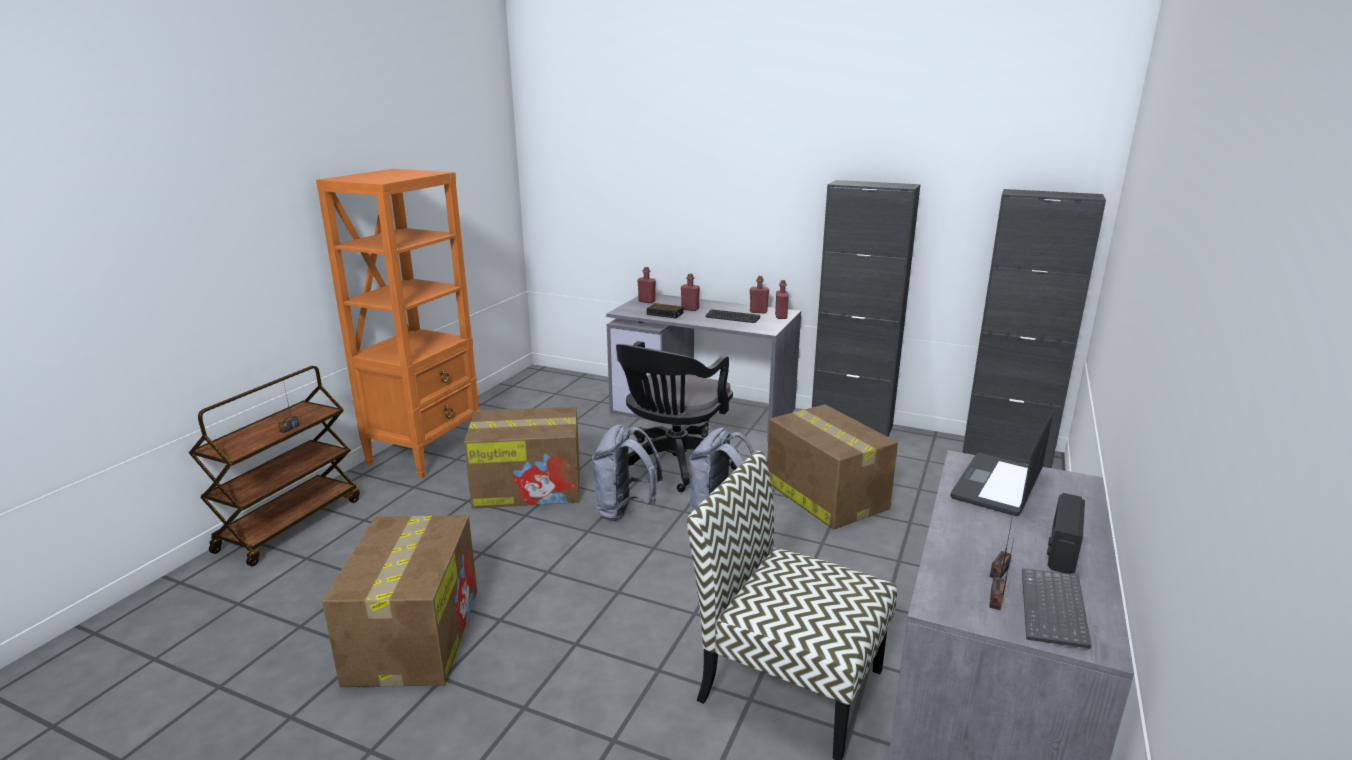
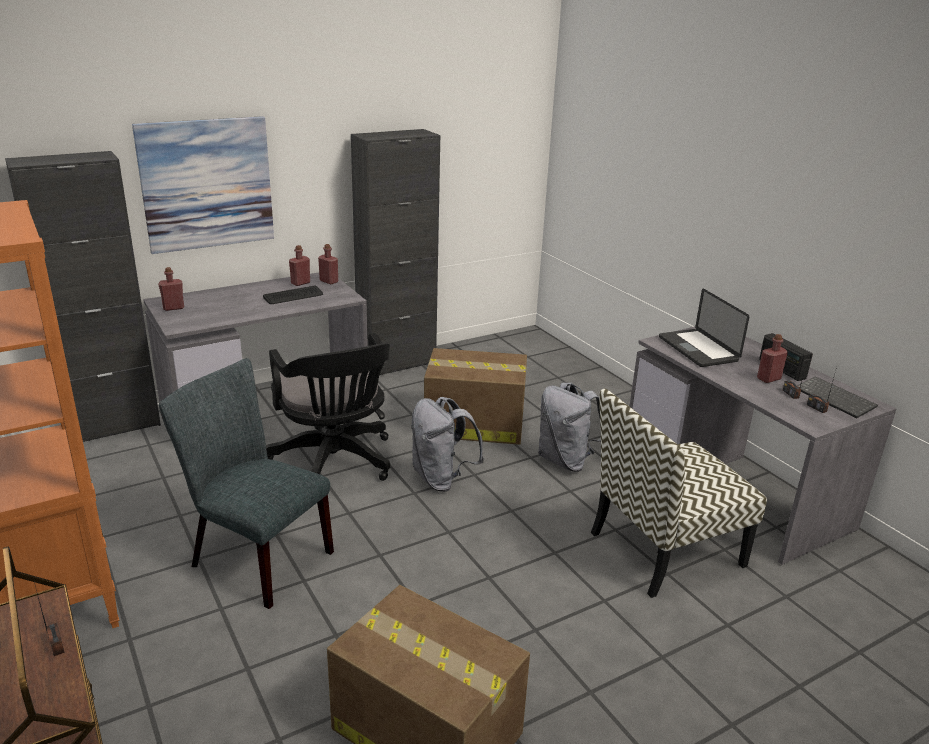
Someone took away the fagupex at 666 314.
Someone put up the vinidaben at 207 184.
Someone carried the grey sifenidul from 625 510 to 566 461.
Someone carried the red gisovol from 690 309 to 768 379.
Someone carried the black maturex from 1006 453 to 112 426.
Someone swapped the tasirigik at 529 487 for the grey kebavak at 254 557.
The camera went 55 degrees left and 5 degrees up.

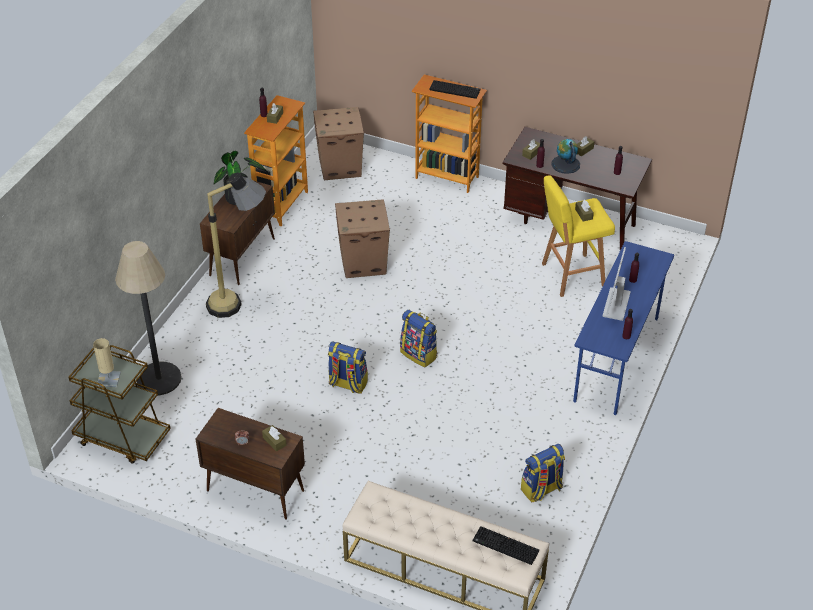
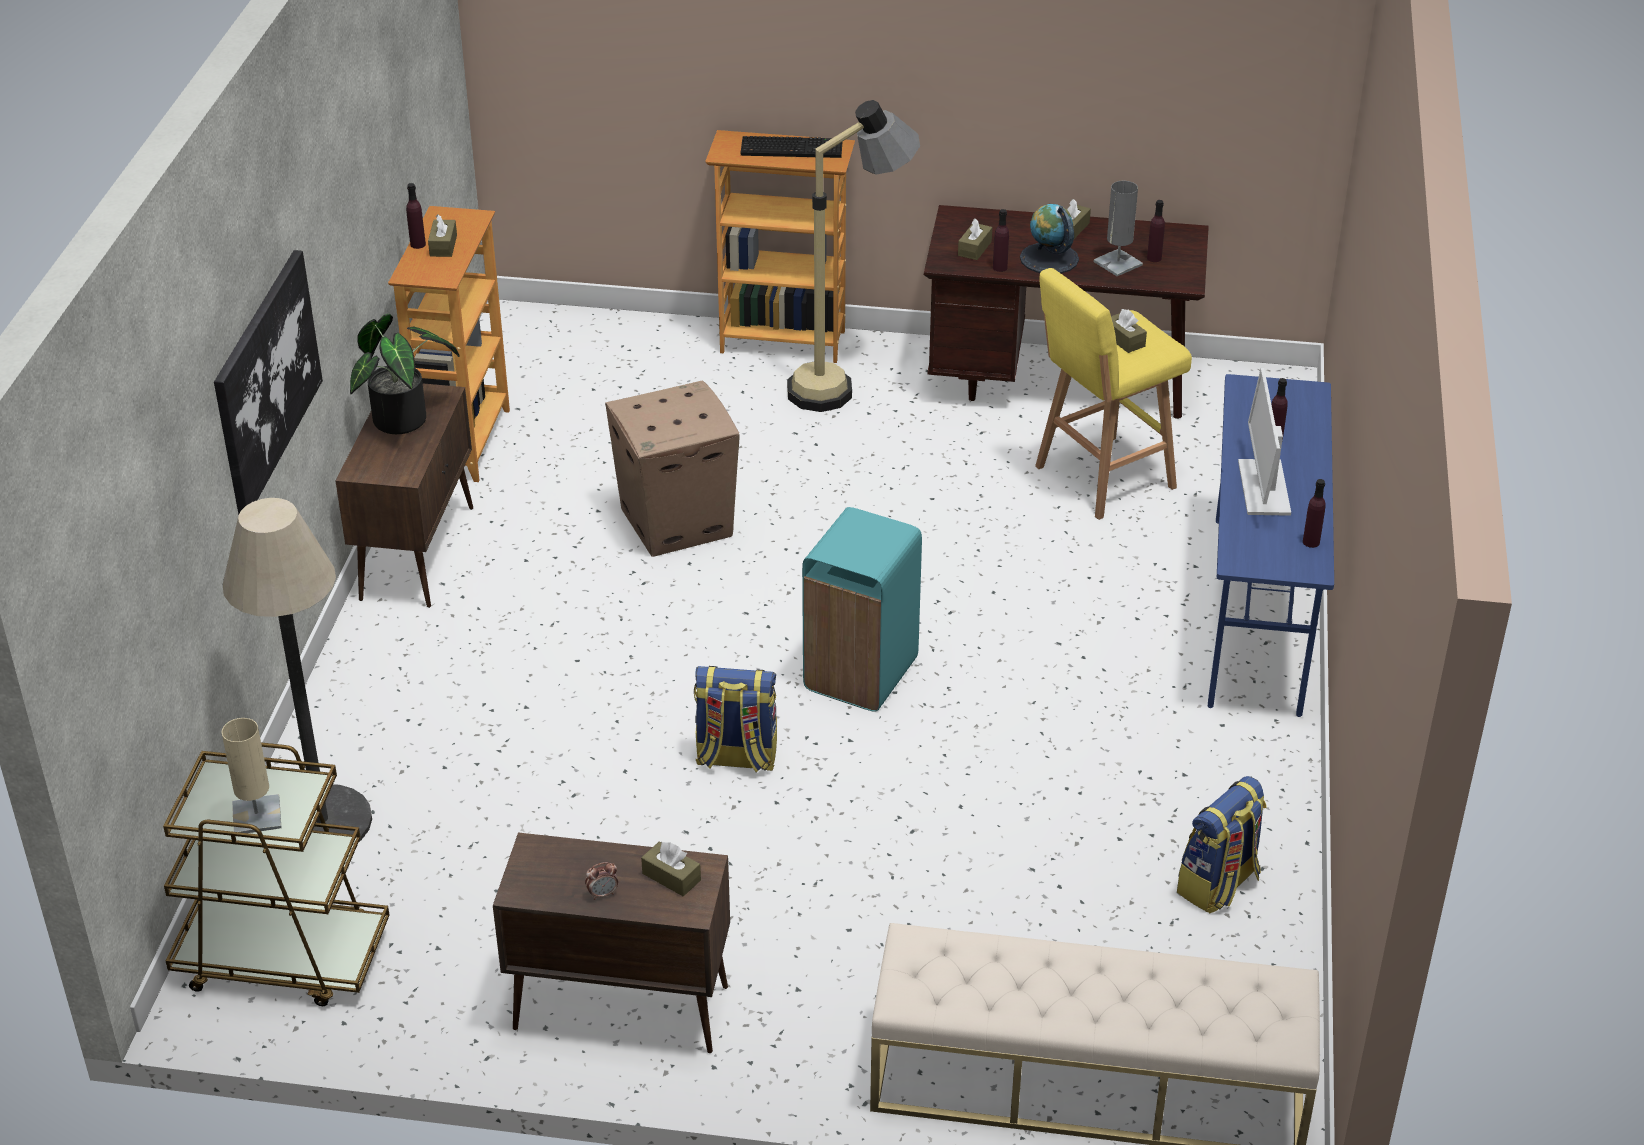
Someone took away the tasirigik at 340 167.
Someone took away the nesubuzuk at 504 546.
Someone put up the vinidaben at 266 380.
Someone put down the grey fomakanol at 1117 263.
Someone carried the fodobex from 240 304 to 849 386.
Someone swapped the sifenidul at 419 354 for the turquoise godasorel at 862 674.
The camera went 15 degrees left and 5 degrees down.

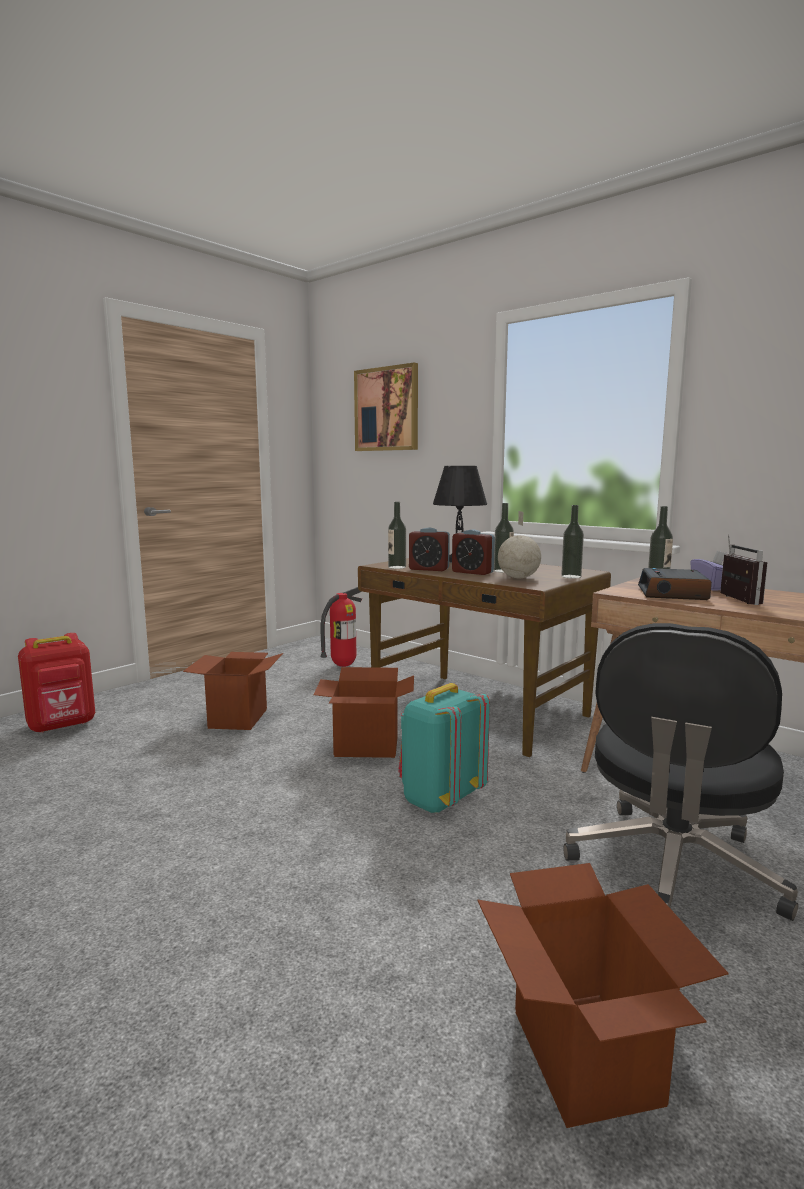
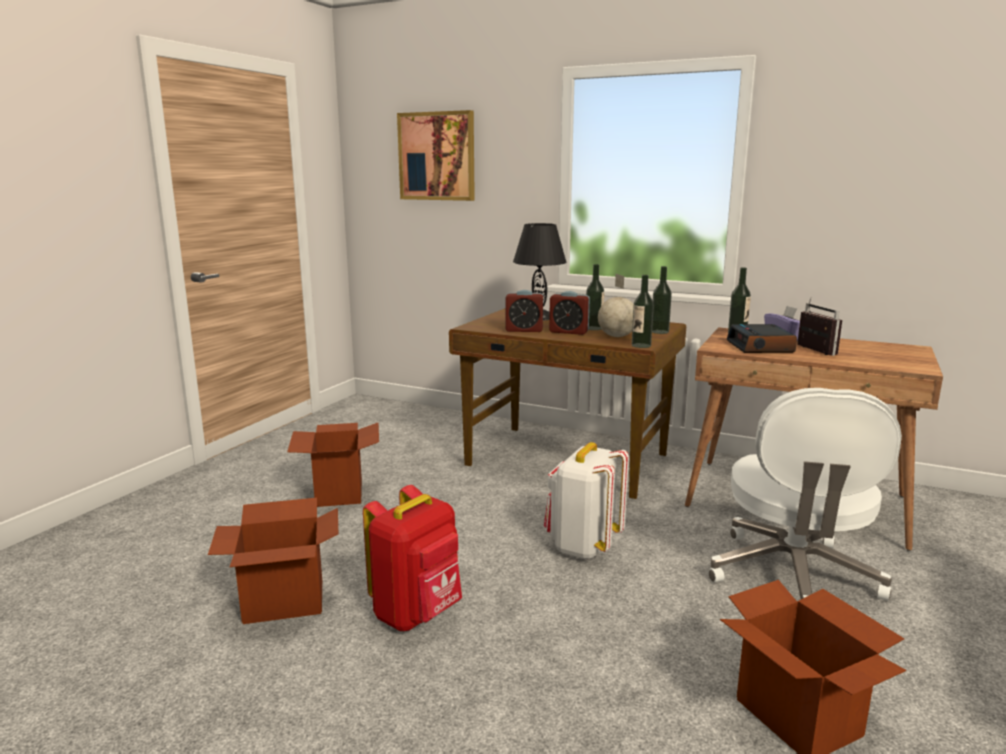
Someone took away the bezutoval at 343 665.
Someone carried the red sifenidul from 62 726 to 418 614.
Someone carried the tasirigik from 366 746 to 283 602.
Someone carried the gisovol from 397 567 to 641 345.
Someone repainted the turquoise sifenidul at 440 799, which became the white sifenidul at 583 546.
Someone repainted the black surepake at 672 870, which became the white surepake at 793 577.
The camera went 15 degrees left and 5 degrees up.

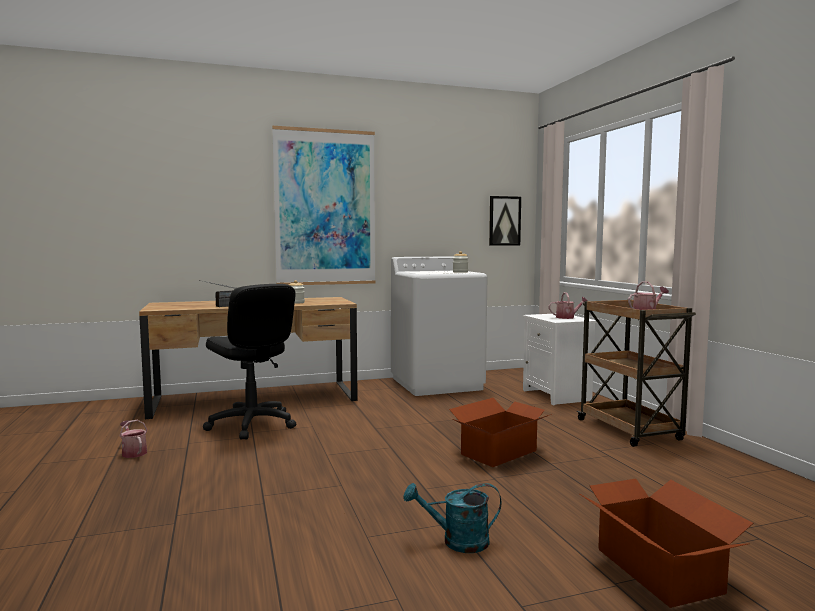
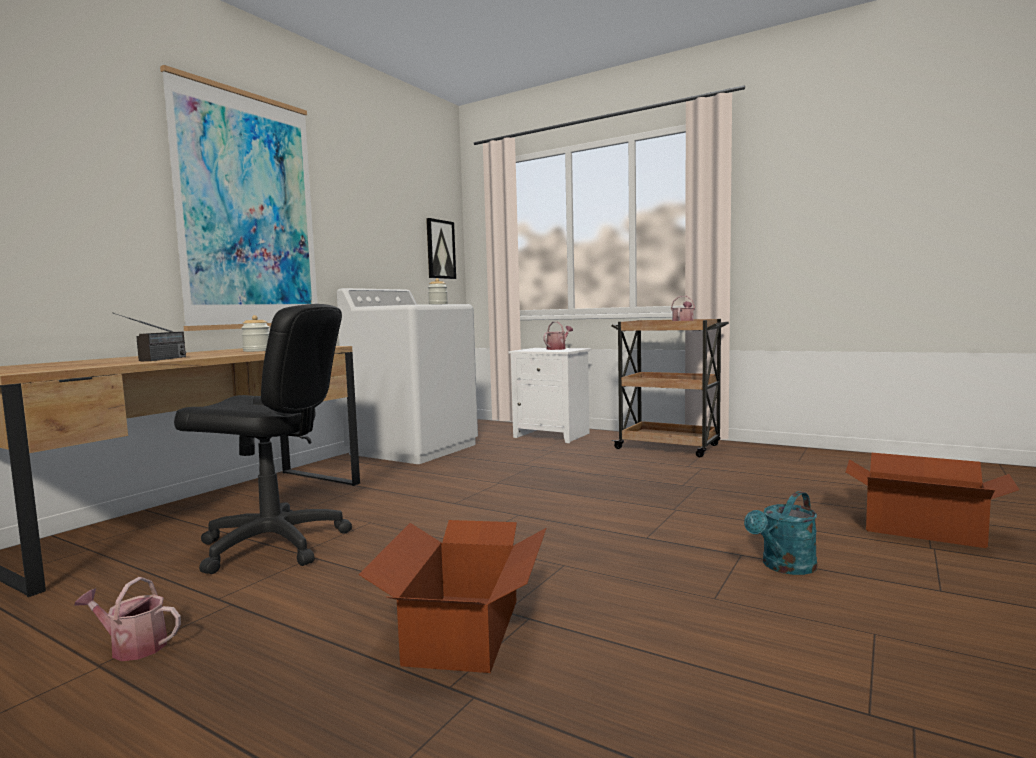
Someone carried the tasirigik from 500 452 to 465 630.
The camera went 40 degrees left and 0 degrees up.

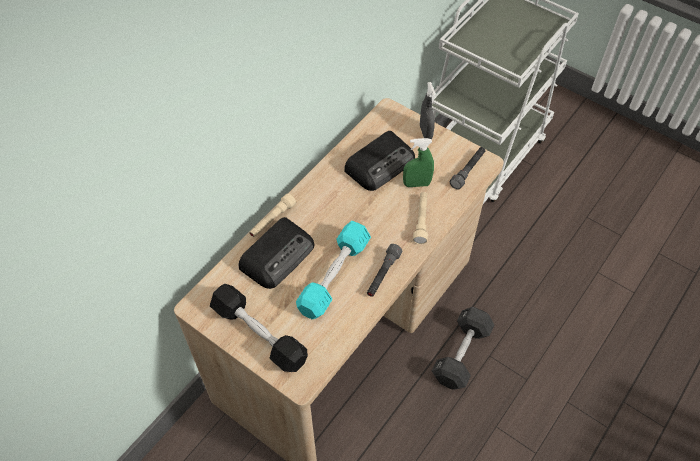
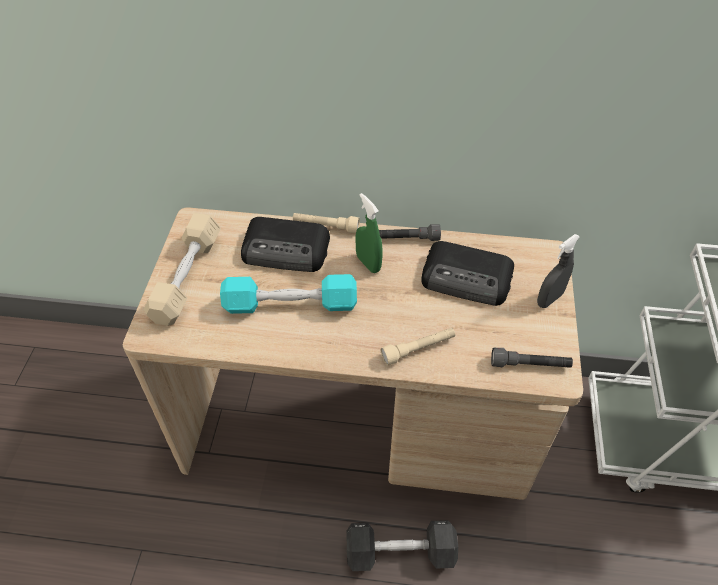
Someone carried the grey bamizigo from 383 274 to 405 239.
Someone carried the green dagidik from 416 184 to 368 263.
Someone repainted the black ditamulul at 259 334, which became the beige ditamulul at 187 278.
The camera went 60 degrees right and 5 degrees down.

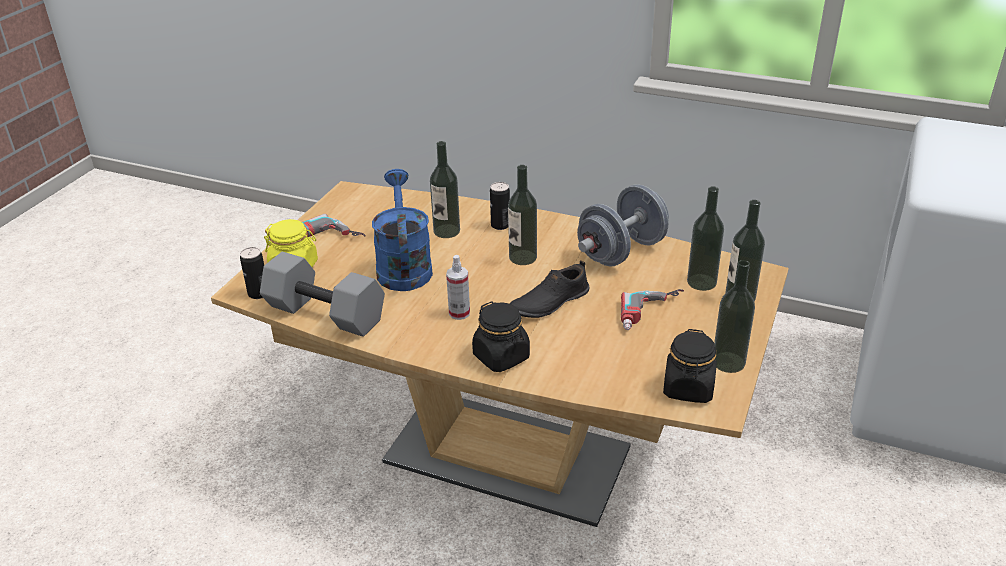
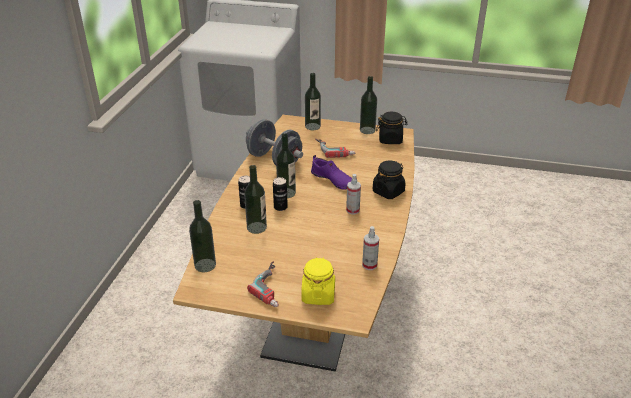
Someone took away the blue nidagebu at 403 266.
Someone carried the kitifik from 258 293 to 280 207.
Someone carried the gisovol from 701 282 to 205 265.
Someone swapped the grey ditamulul at 327 313 for the dagidik at 369 265.
Someone repainted the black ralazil at 548 302, which became the purple ralazil at 333 180.
The camera went 100 degrees left and 0 degrees up.

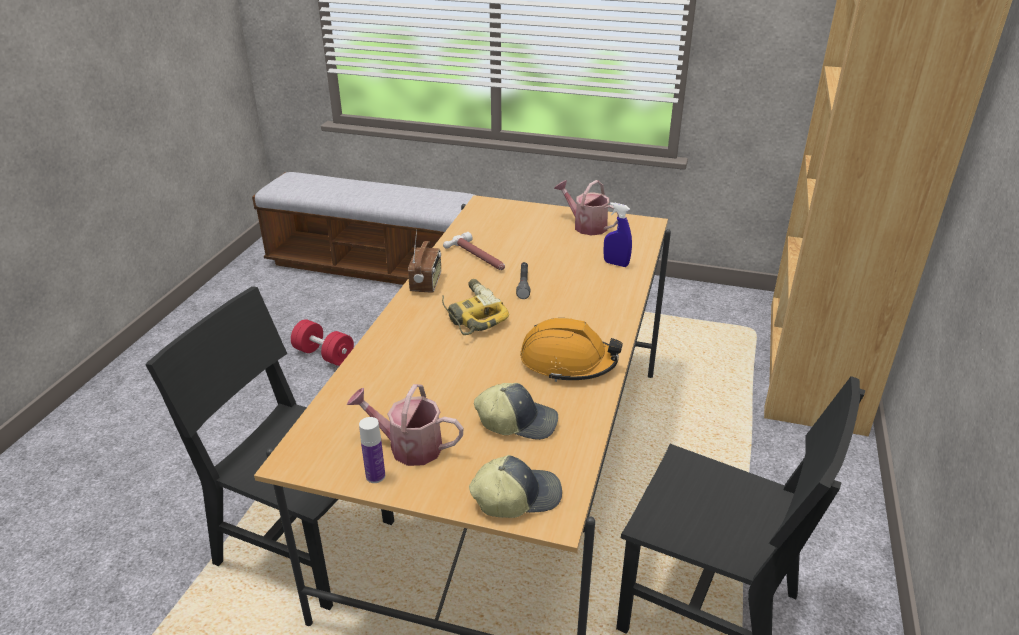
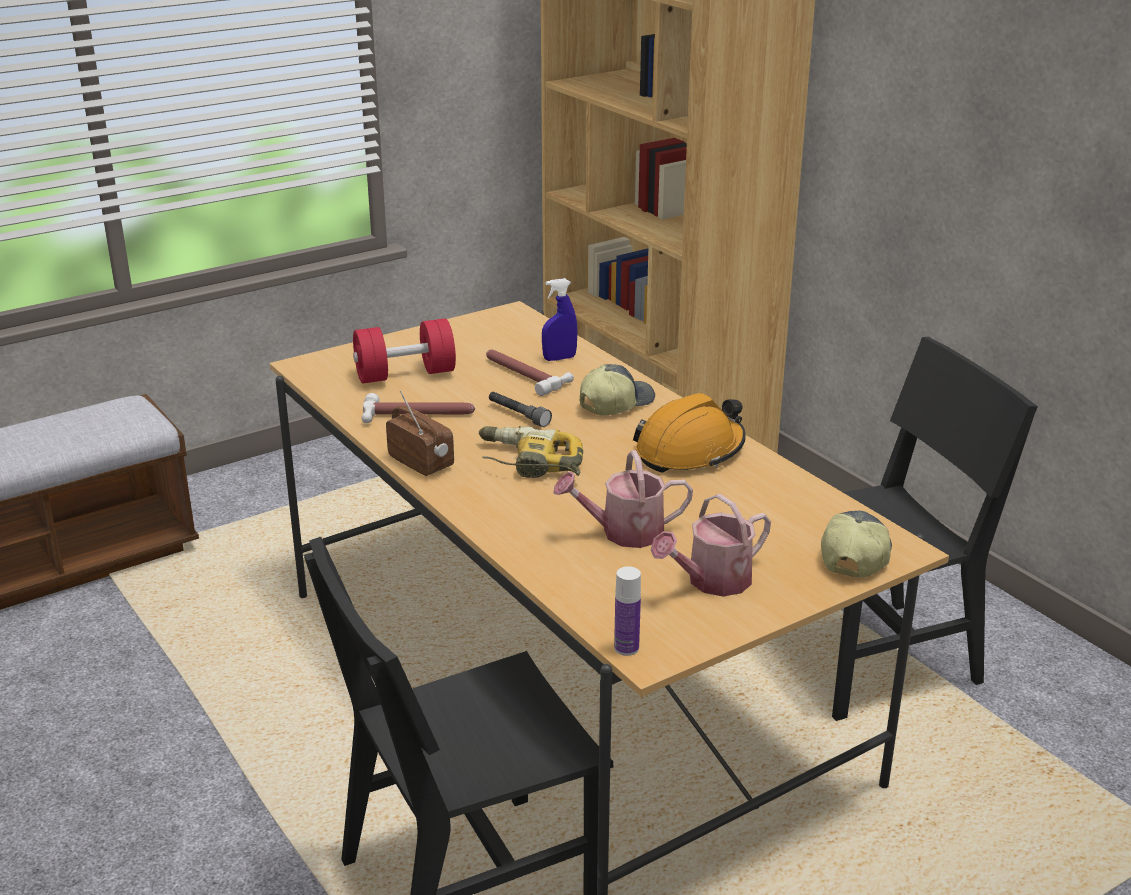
Someone put down the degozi at 523 374.
Someone carried the red ditamulul from 324 355 to 405 375.
Someone carried the gisovol from 375 476 to 626 648.
Someone carried the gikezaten from 517 421 to 615 403.
Someone carried the nidagebu from 586 226 to 623 533.
The camera went 50 degrees left and 5 degrees down.

